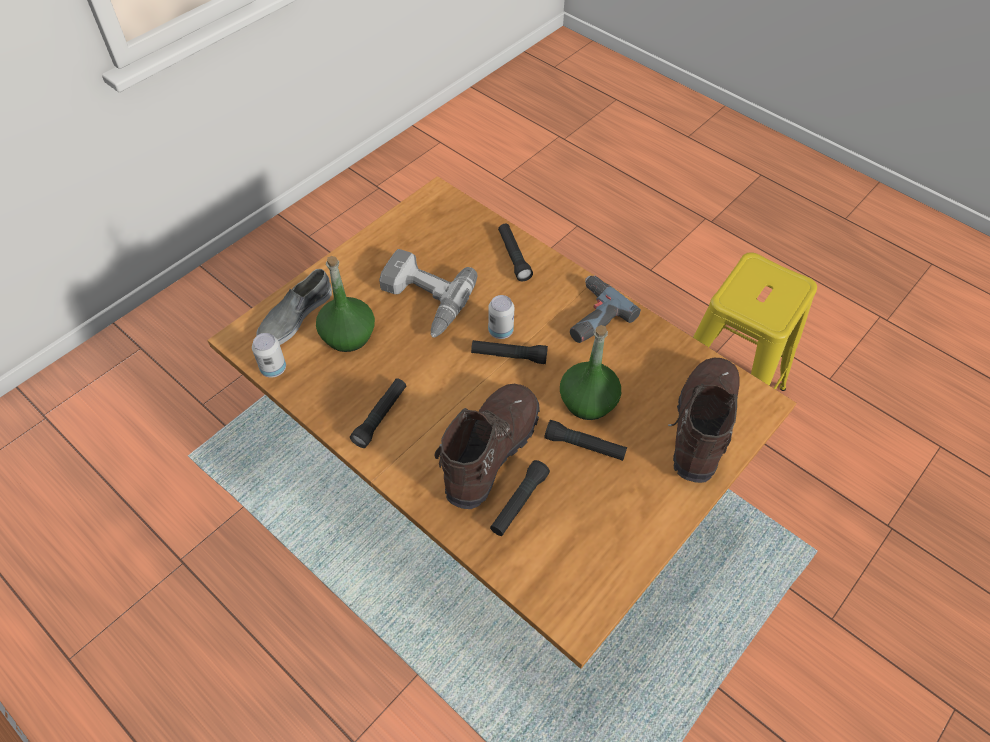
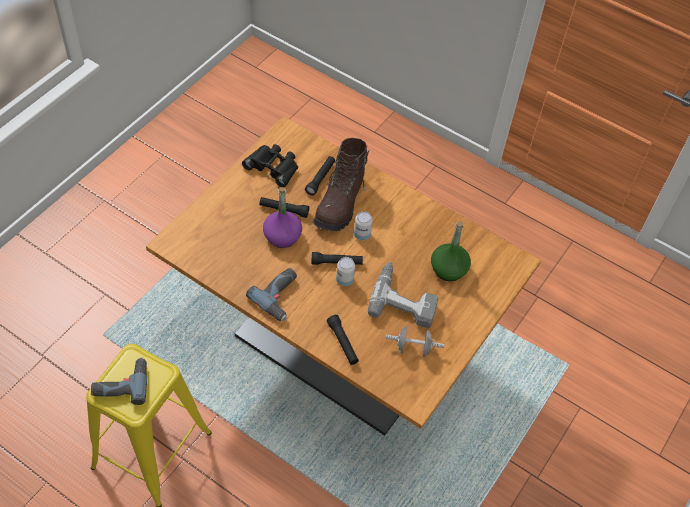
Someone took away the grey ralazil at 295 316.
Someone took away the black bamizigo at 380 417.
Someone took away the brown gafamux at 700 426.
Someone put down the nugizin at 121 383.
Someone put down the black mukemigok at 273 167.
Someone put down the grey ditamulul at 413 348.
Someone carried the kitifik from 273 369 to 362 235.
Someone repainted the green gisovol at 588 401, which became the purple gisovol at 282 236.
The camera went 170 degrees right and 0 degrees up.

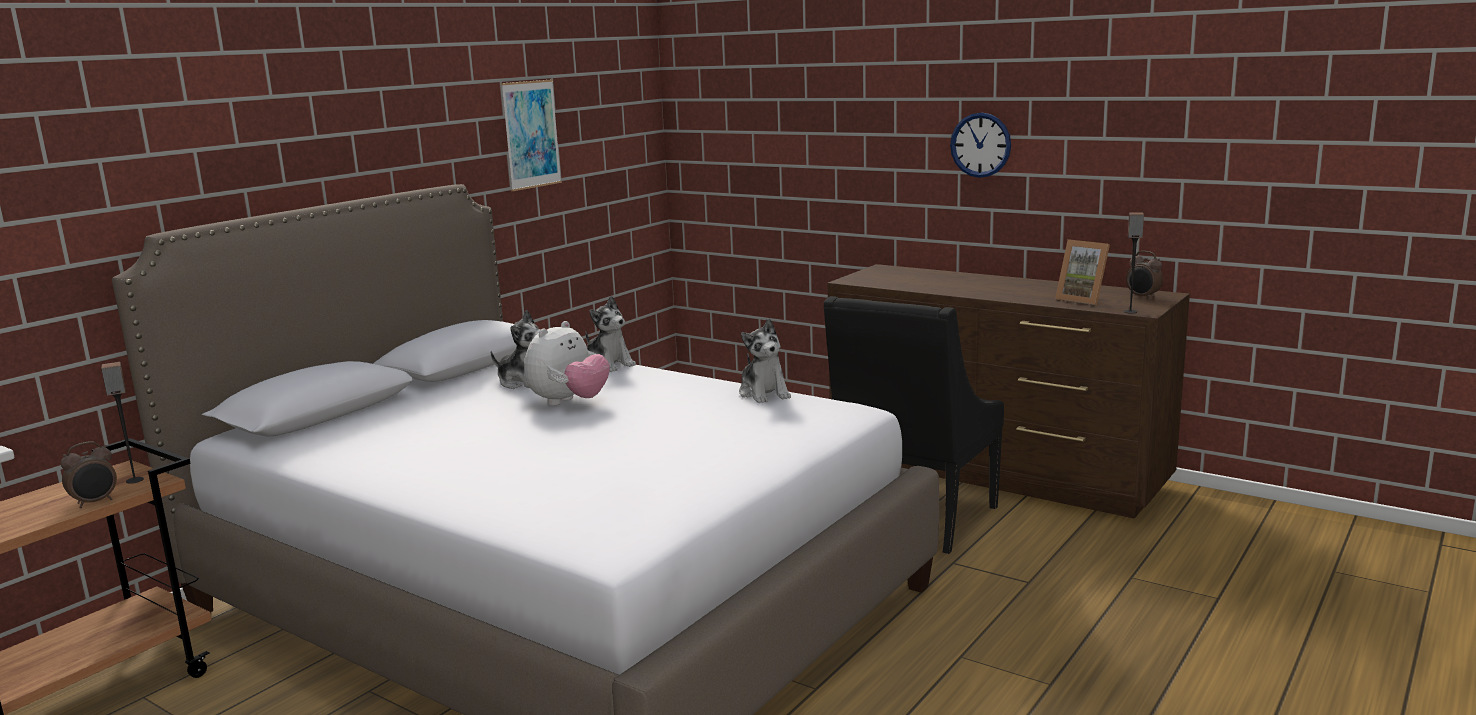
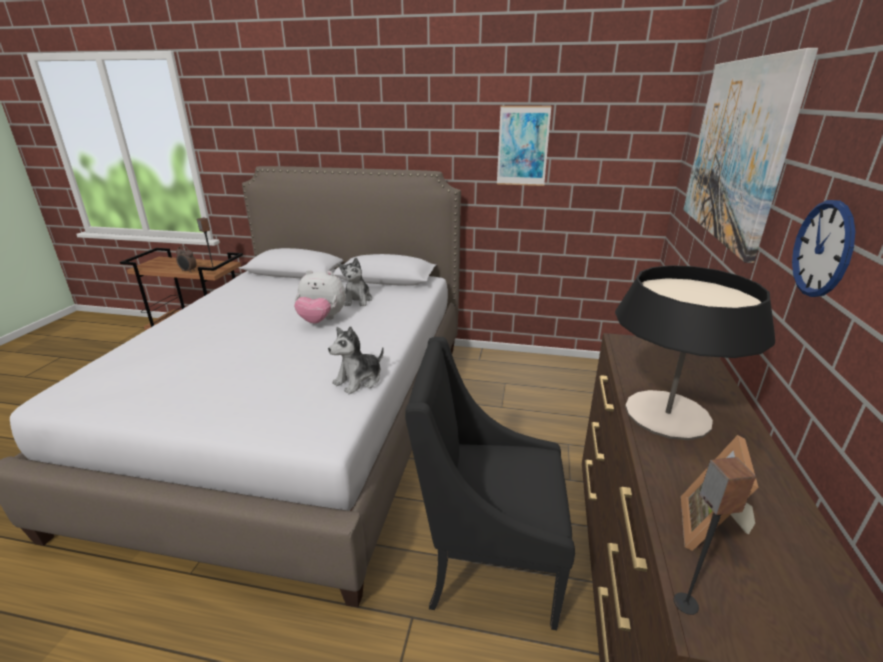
Someone took away the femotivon at 609 364.
Someone took away the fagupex at 1142 297.
Someone put down the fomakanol at 667 414.
Someone put up the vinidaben at 736 151.
The camera went 65 degrees right and 10 degrees up.

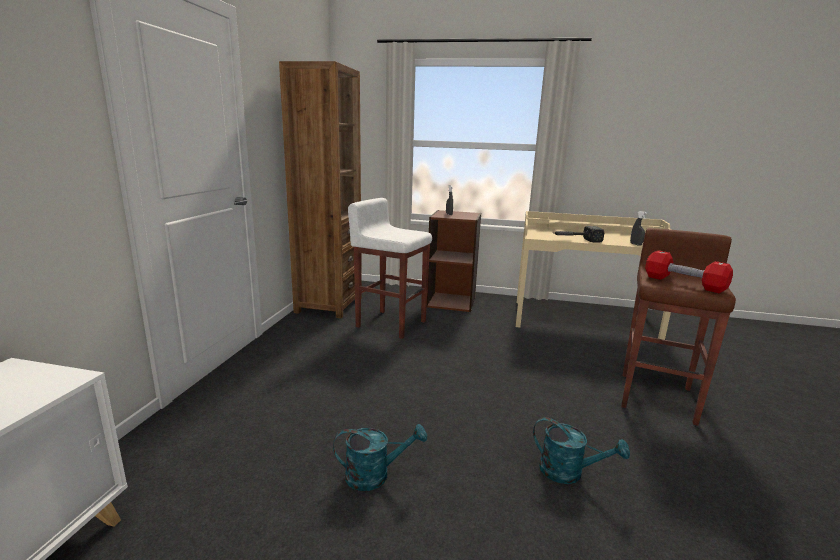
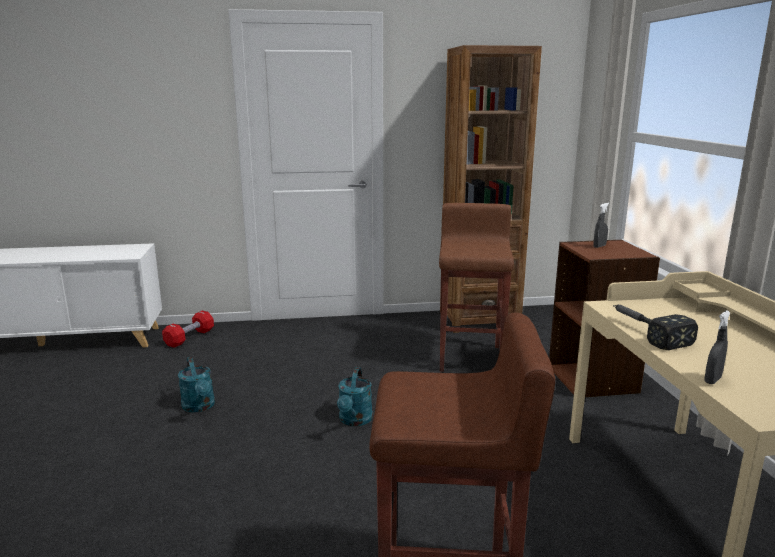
Someone carried the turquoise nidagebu from 569 473 to 354 421.
Someone carried the red ditamulul from 684 283 to 189 338.
Someone repainted the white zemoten at 390 323, which became the brown zemoten at 471 357.
The camera went 70 degrees right and 0 degrees up.

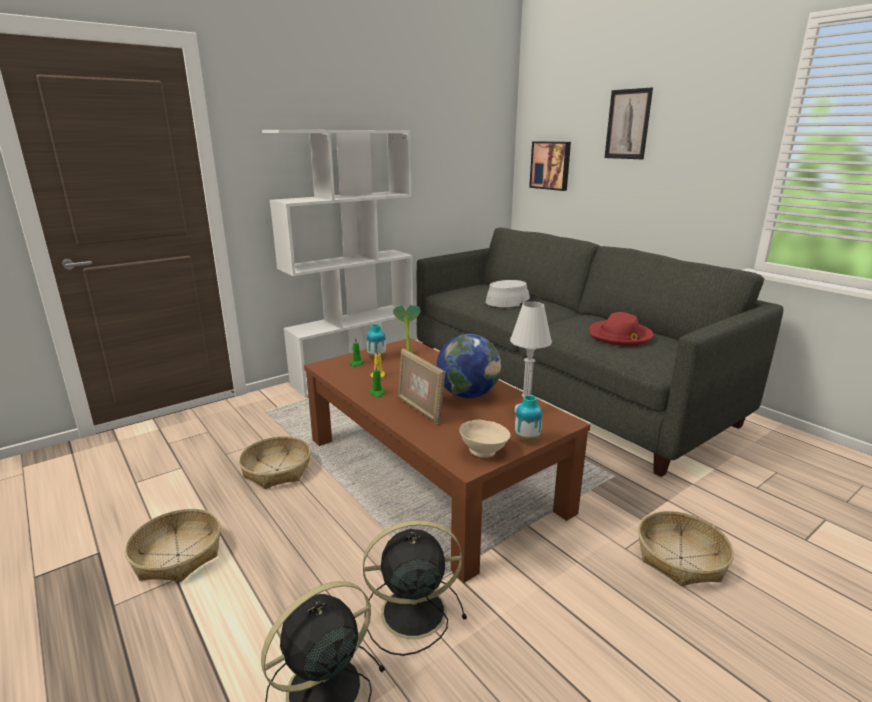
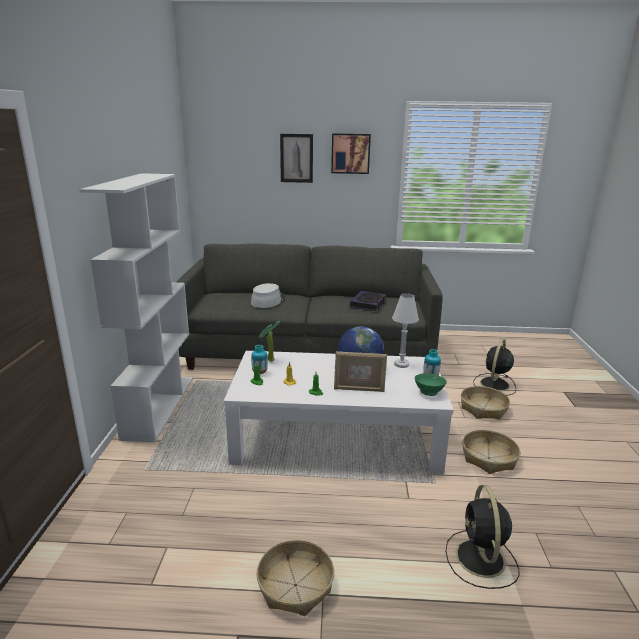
Someone carried the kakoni from 277 470 to 488 458.
Someone carried the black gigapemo from 410 612 to 494 384.
Someone carried the vinidaben from 551 165 to 350 153.
Someone swapped the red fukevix at 620 336 for the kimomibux at 368 304.
Someone repainted the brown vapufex at 431 473, which became the white vapufex at 337 437.
Someone repainted the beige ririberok at 484 452, which became the green ririberok at 429 392.
The camera went 50 degrees left and 0 degrees up.

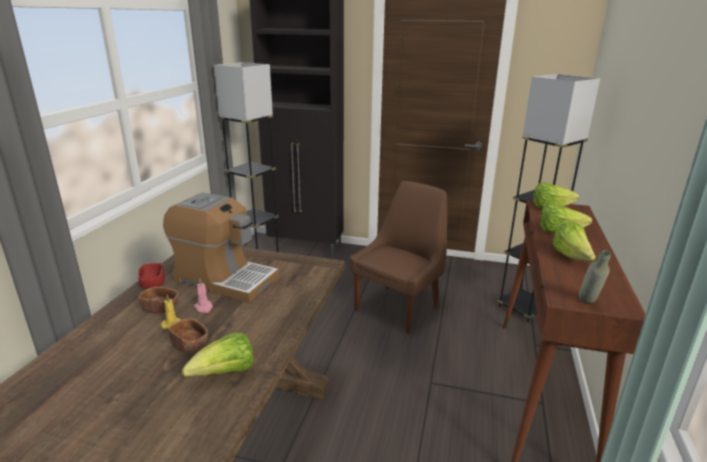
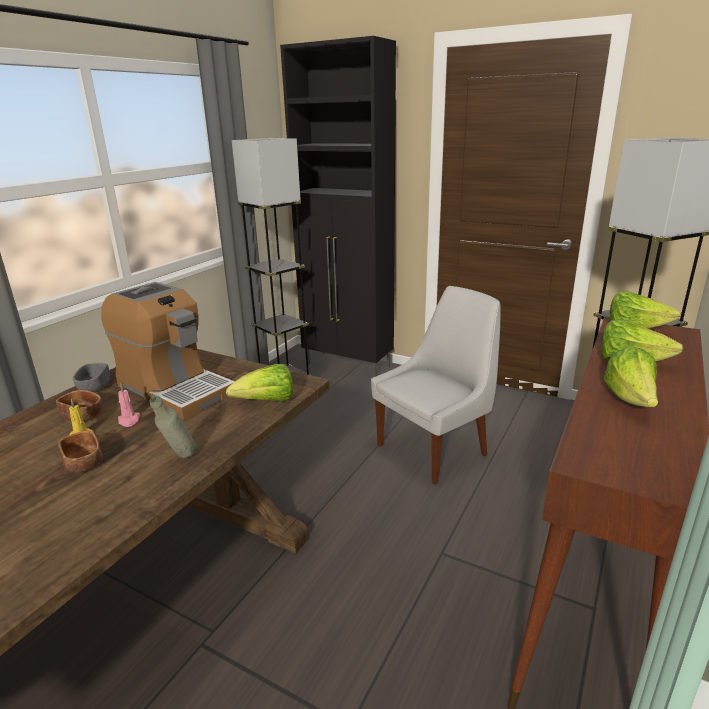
Someone carried the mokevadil from 225 373 to 267 402.
Someone carried the grey gisovol from 588 304 to 180 459.
Someone repainted the red ririberok at 152 284, which became the grey ririberok at 94 387.
Someone repainted the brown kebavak at 399 307, which became the white kebavak at 435 448.
The camera went 15 degrees right and 0 degrees up.

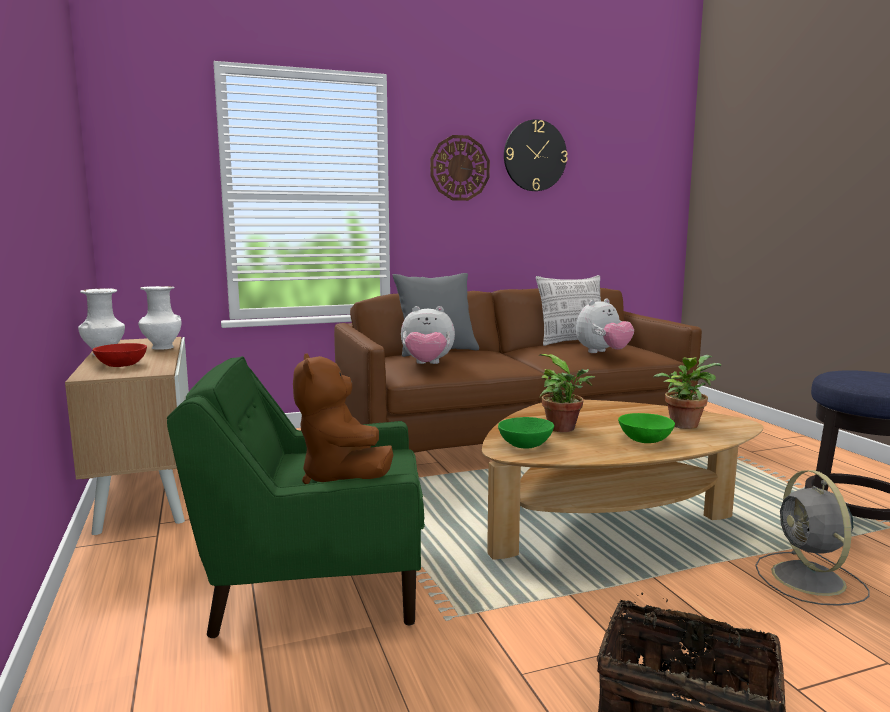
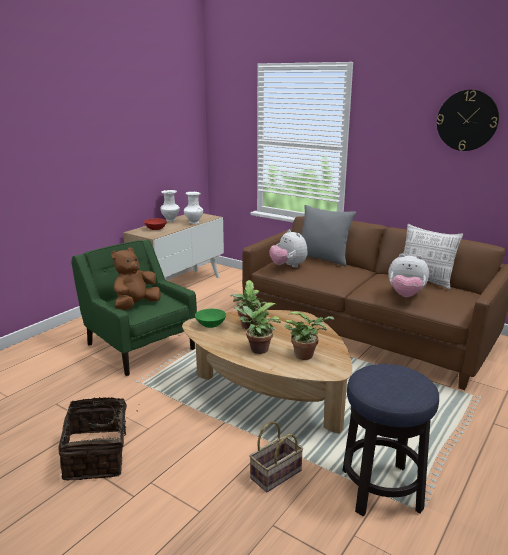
Someone took away the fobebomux at 459 168.
Someone swapped the green ririberok at 644 440 for the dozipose at 257 350.
Someone swapped the grey gigapemo at 810 580 for the kakoni at 275 475.
The camera went 55 degrees right and 10 degrees up.

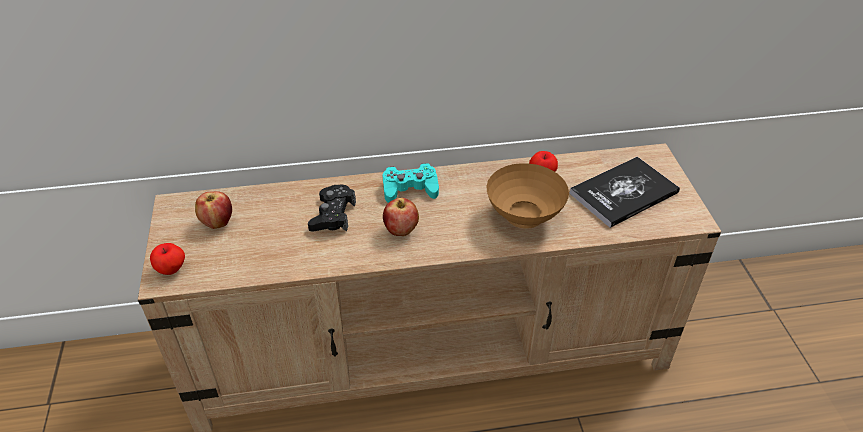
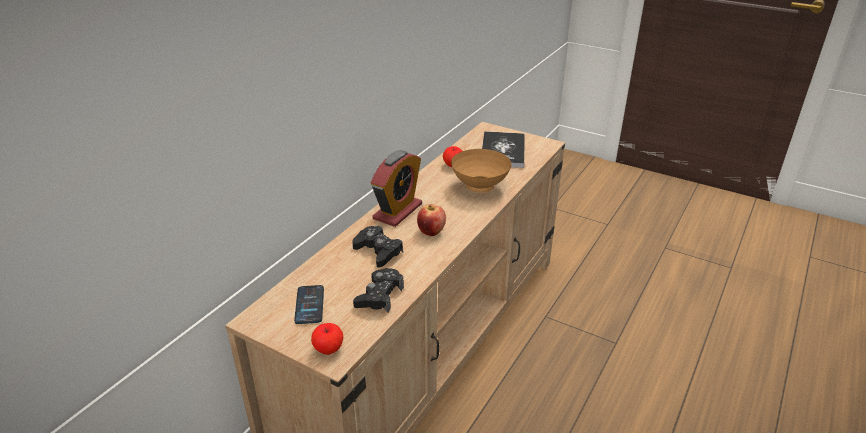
Someone put down the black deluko at 379 296.
Someone swapped the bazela at 217 222 for the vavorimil at 309 305.
Someone swapped the turquoise deluko at 410 189 for the fagupex at 397 211.
The camera went 50 degrees left and 10 degrees down.

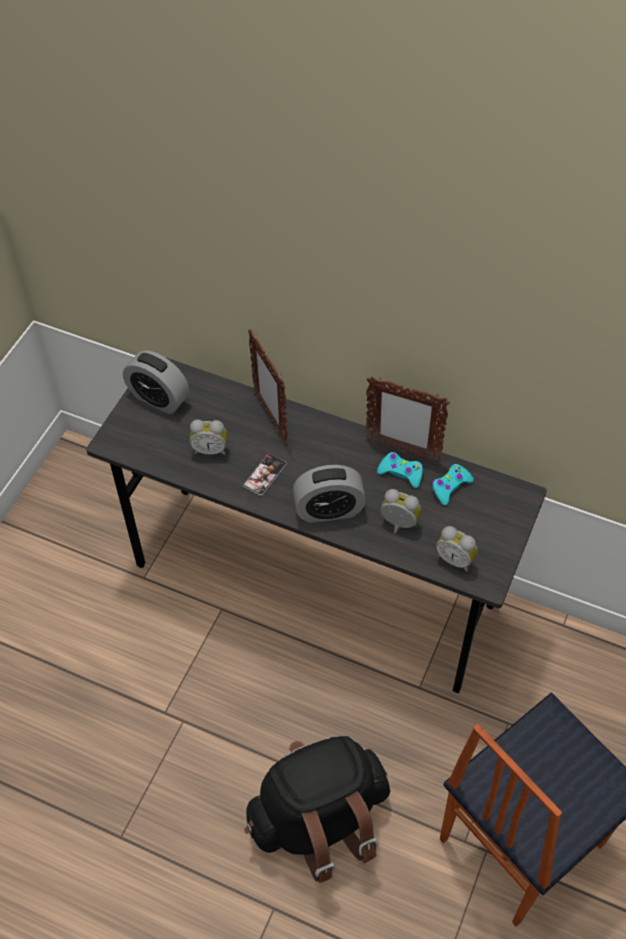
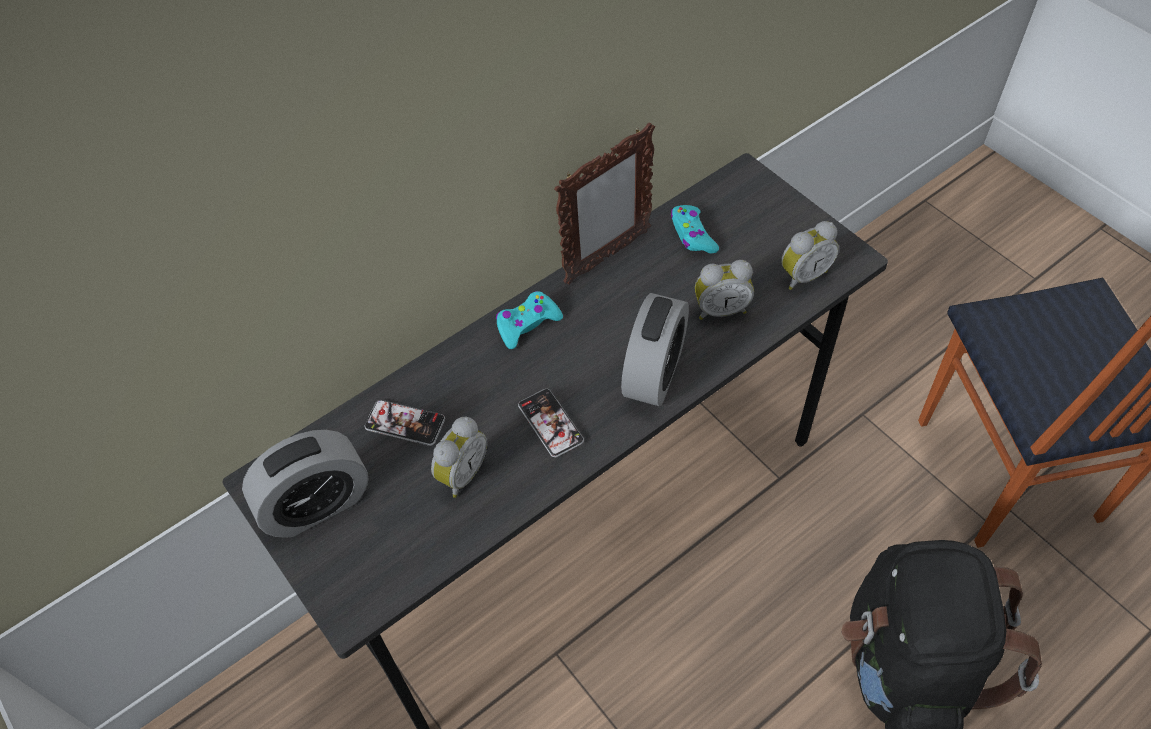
Someone took away the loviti at 270 418.
Someone put down the vavorimil at 405 423.
Someone carried the turquoise deluko from 401 472 to 527 324.
Someone rotated the fagupex at 398 525 by 150 degrees counterclockwise.
The camera went 60 degrees left and 0 degrees up.

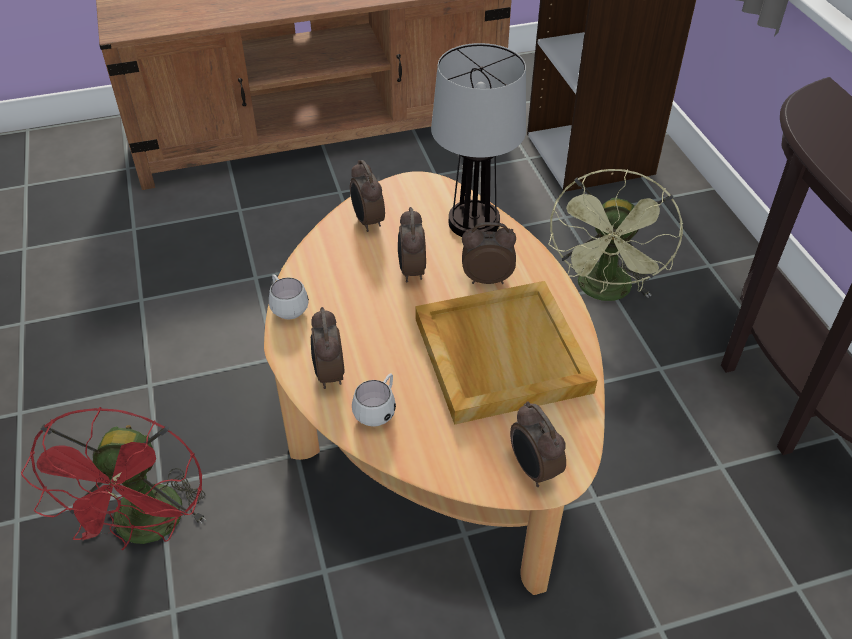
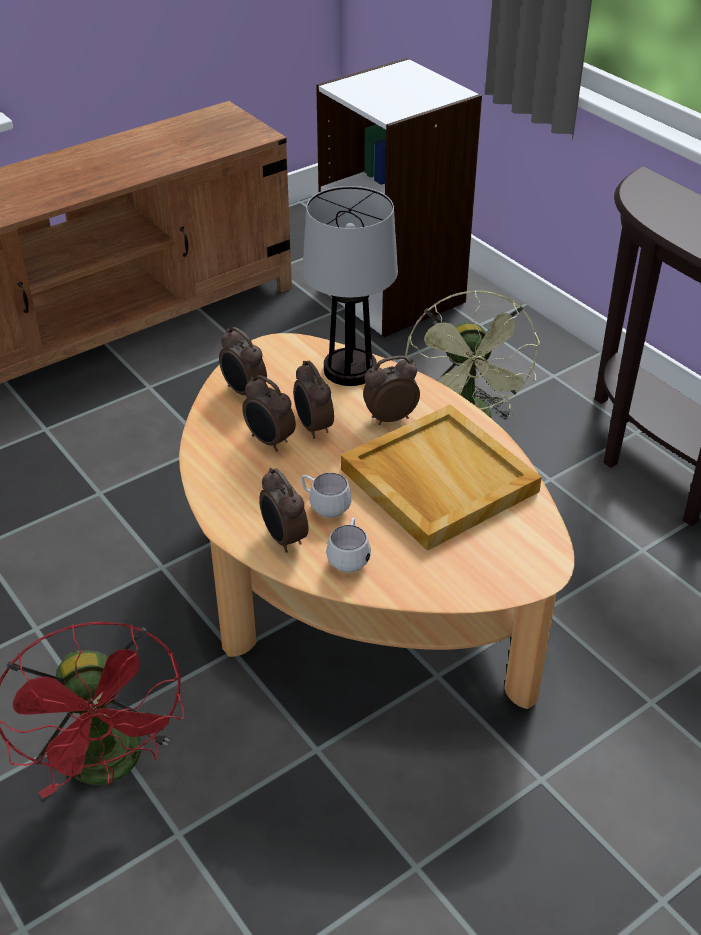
Someone carried the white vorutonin from 287 307 to 324 506.
Someone carried the fagupex from 533 470 to 269 441.
The camera went 20 degrees left and 5 degrees down.

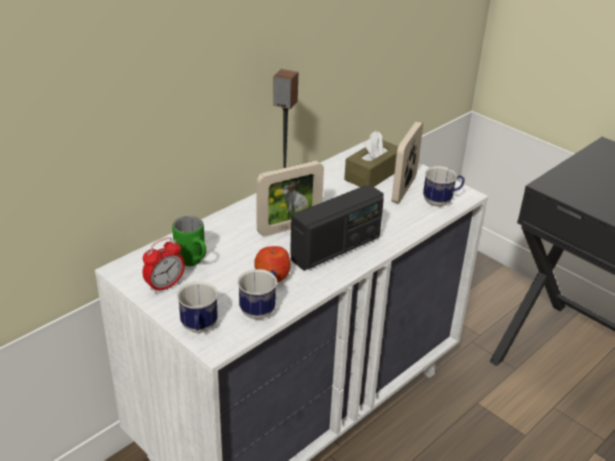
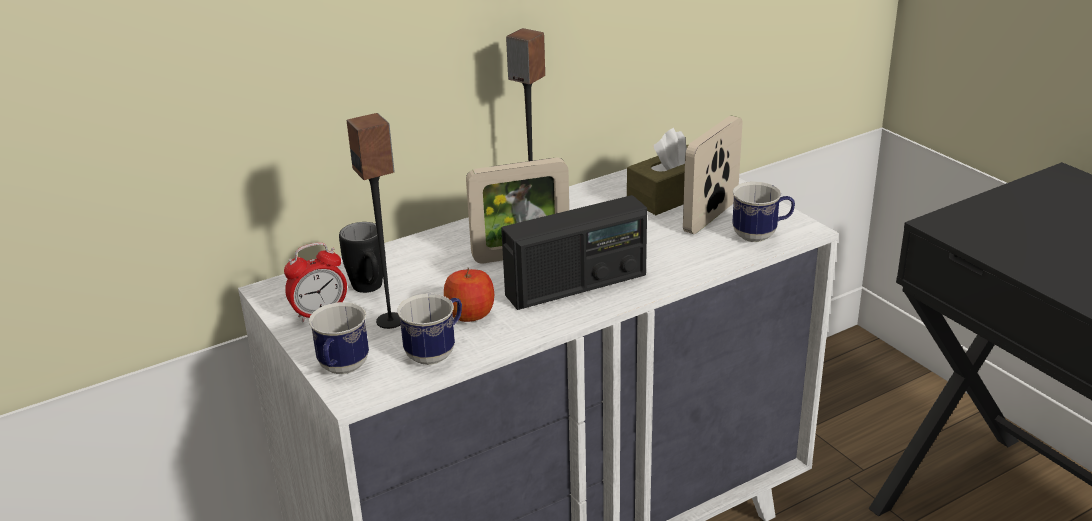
Someone put down the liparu at 391 320.
Someone repainted the green vorutonin at 194 263, which became the black vorutonin at 370 290.
The camera went 15 degrees right and 5 degrees down.

